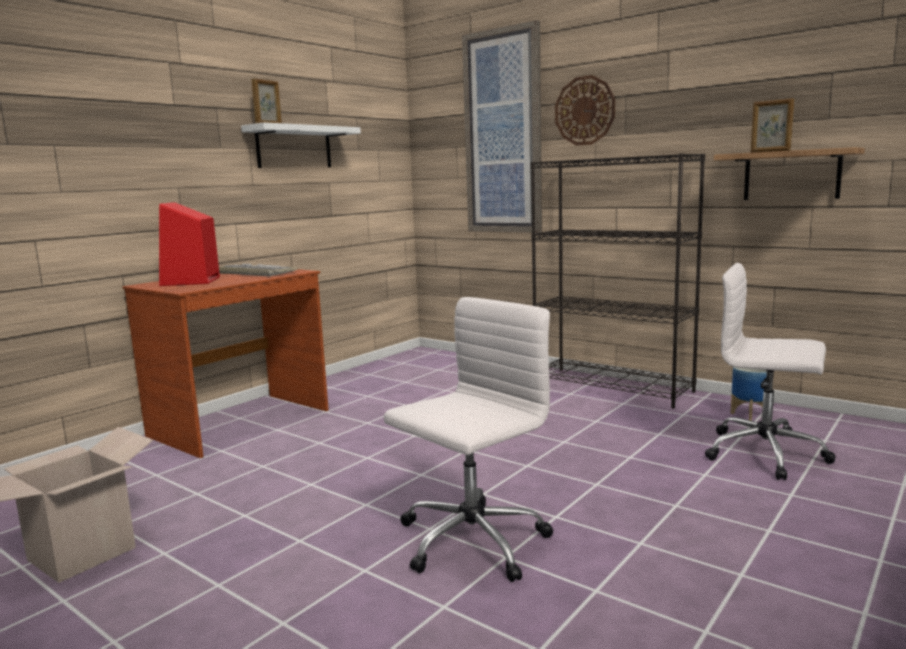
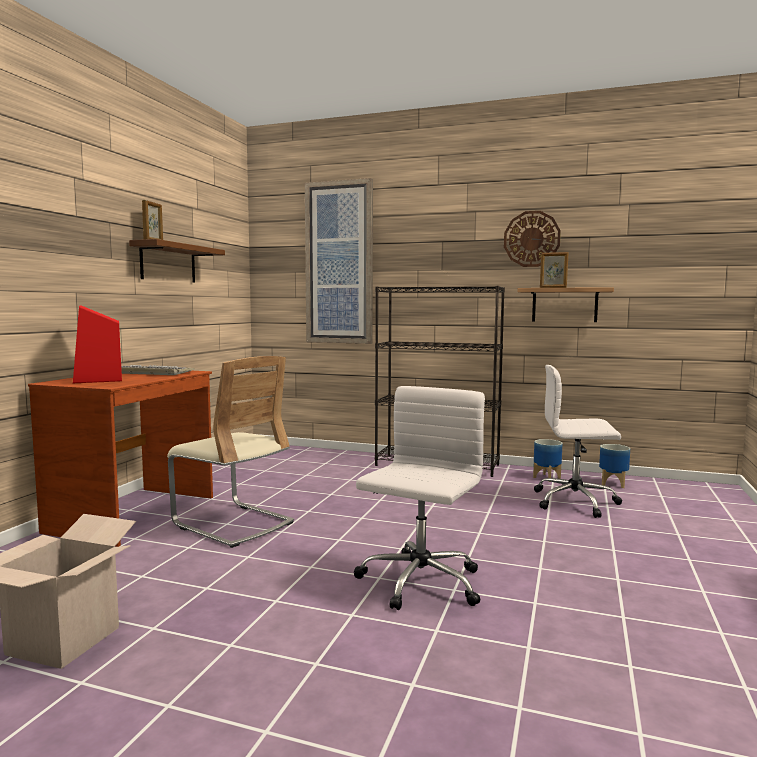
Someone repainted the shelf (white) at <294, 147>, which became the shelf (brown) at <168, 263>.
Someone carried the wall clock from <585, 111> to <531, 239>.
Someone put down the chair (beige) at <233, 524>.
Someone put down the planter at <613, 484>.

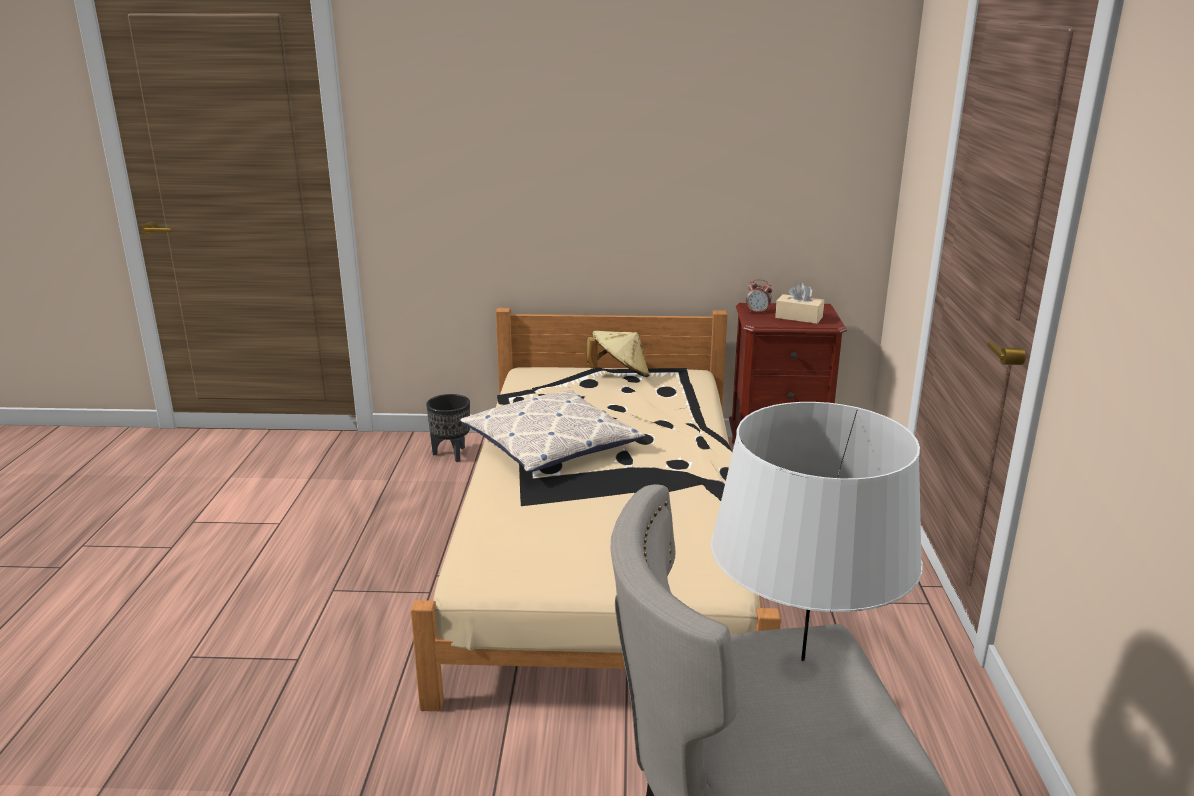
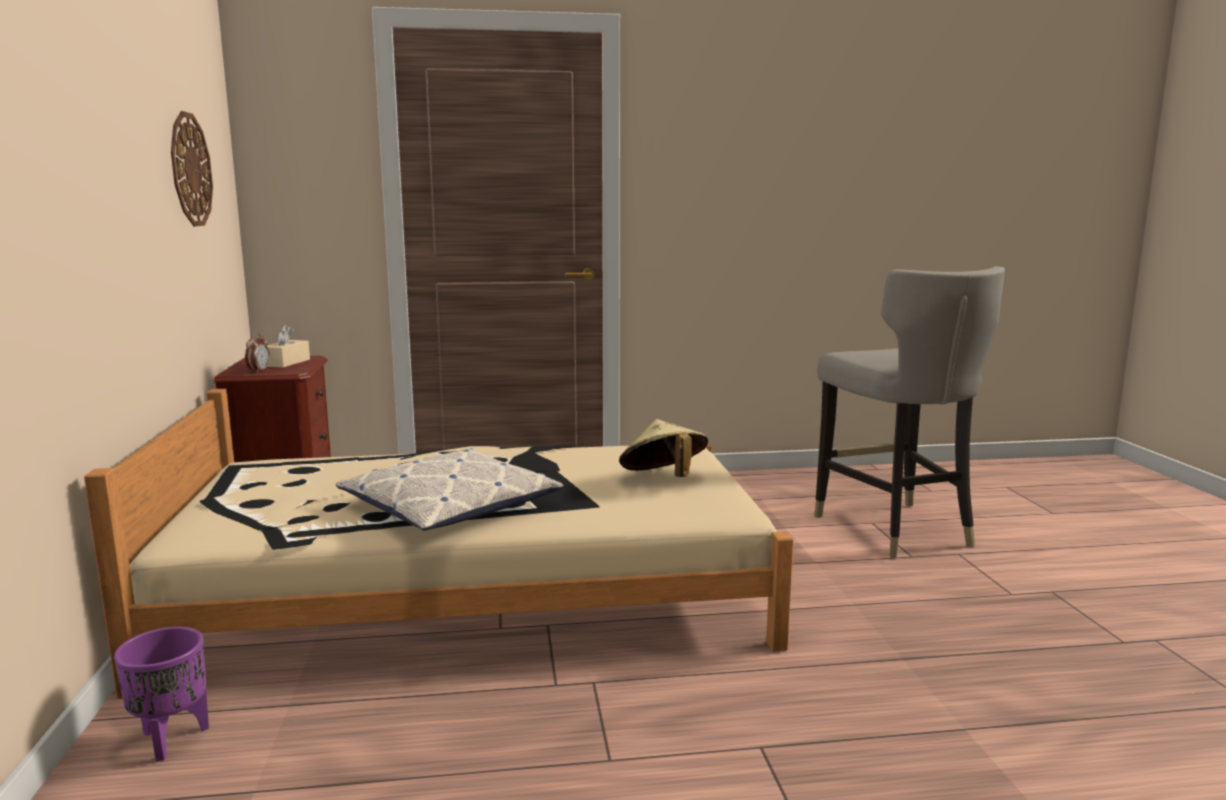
Someone repainted the planter (black) at <451, 454>, which became the planter (purple) at <171, 740>.
Someone carried the hat (beige) from <620, 375> to <663, 479>.
Someone took away the table lamp (grey) at <802, 659>.
Someone put up the wall clock at <190, 170>.

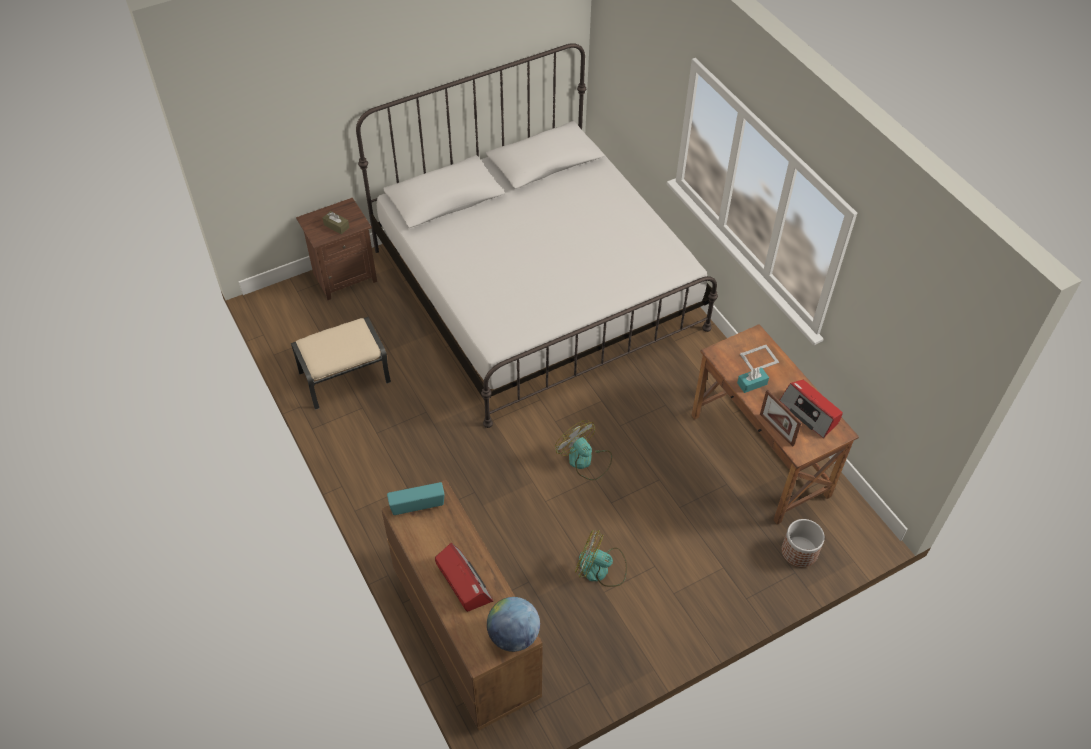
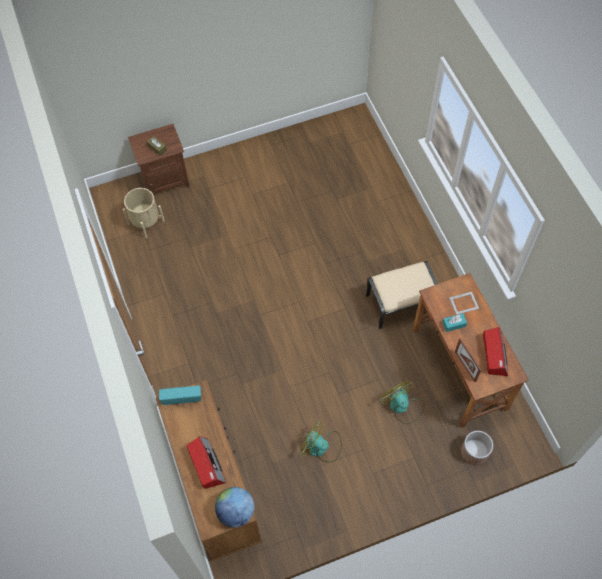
Someone carried the ottoman (beige) from <345, 377> to <401, 303>.
Someone took away the bed (white) at <536, 289>.
Someone carried the fan from <585, 461> to <402, 406>.
Someone rotated the radio at <810, 413> by 150 degrees counterclockwise.
Someone put down the planter (beige) at <146, 222>.

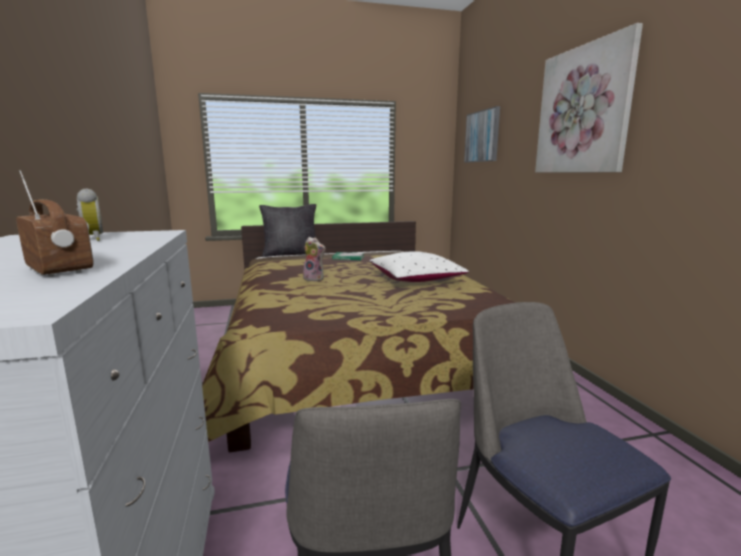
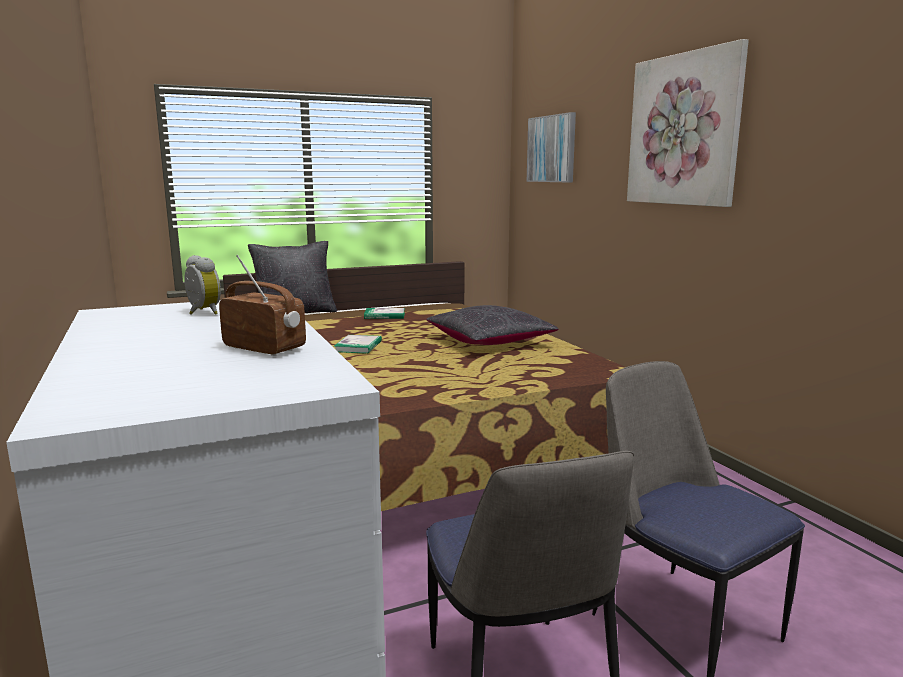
Someone swapped the plush toy at <315, 279> for the book at <358, 346>.
Someone repainted the pillow (white) at <415, 279>, which became the pillow (black) at <489, 341>.

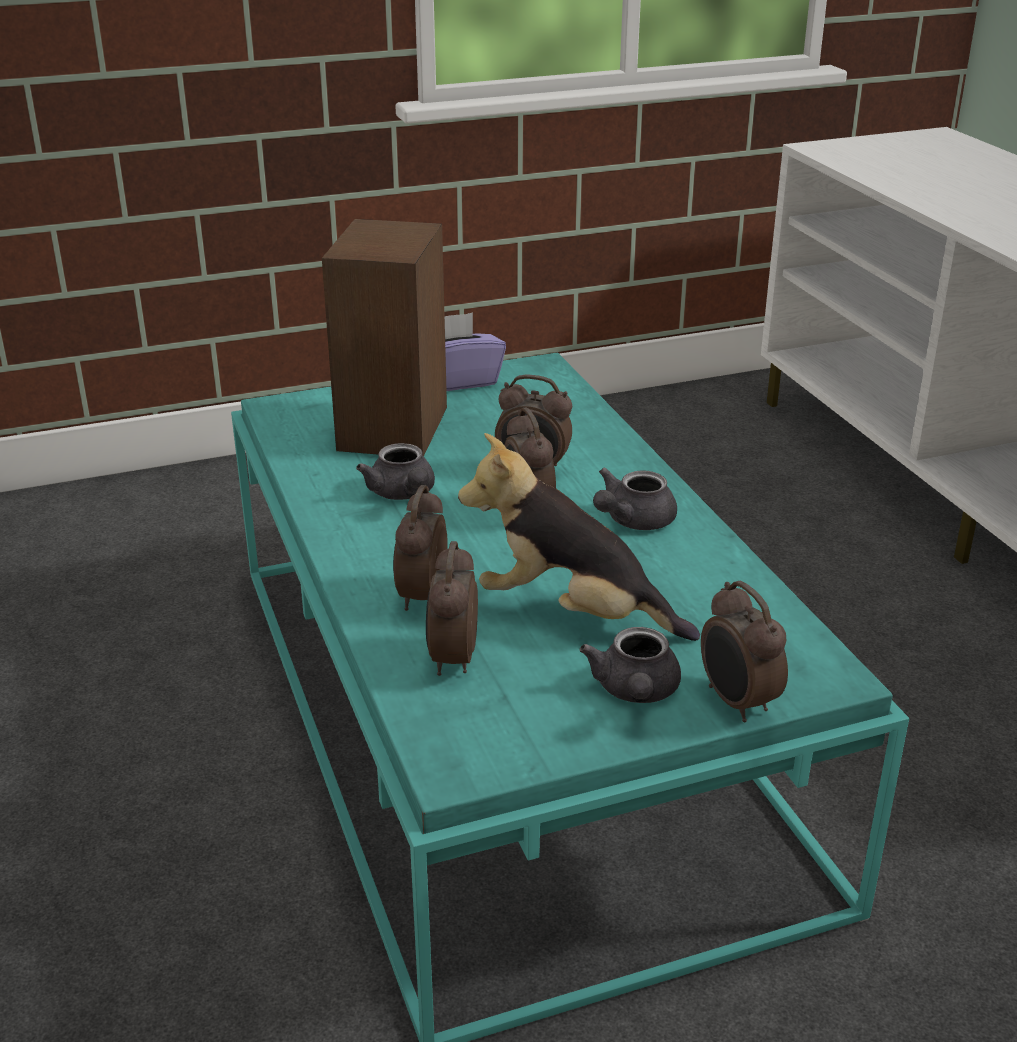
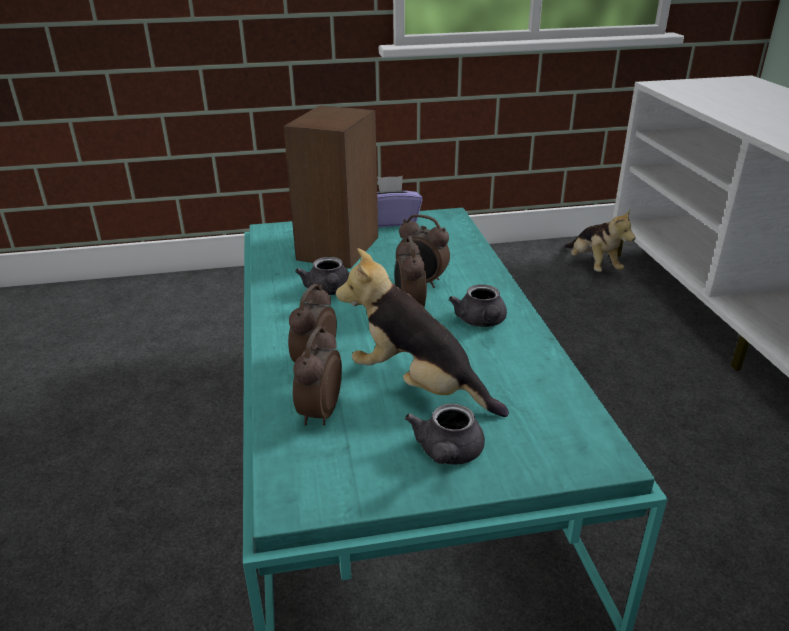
Someone rotated the teapot (grey) at <632, 521> by 60 degrees counterclockwise.
Someone took away the alarm clock at <736, 702>.
Someone put down the plush toy at <593, 266>.

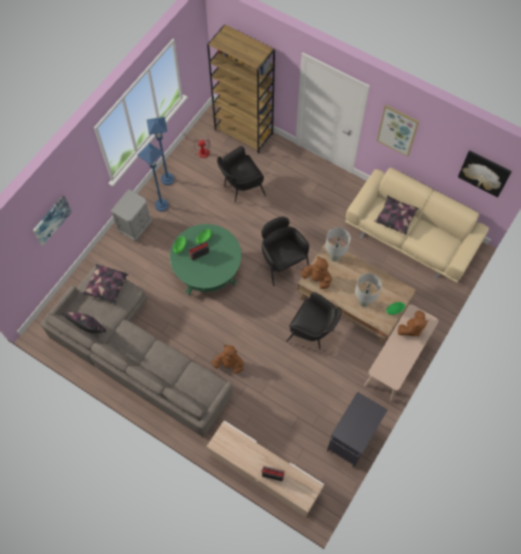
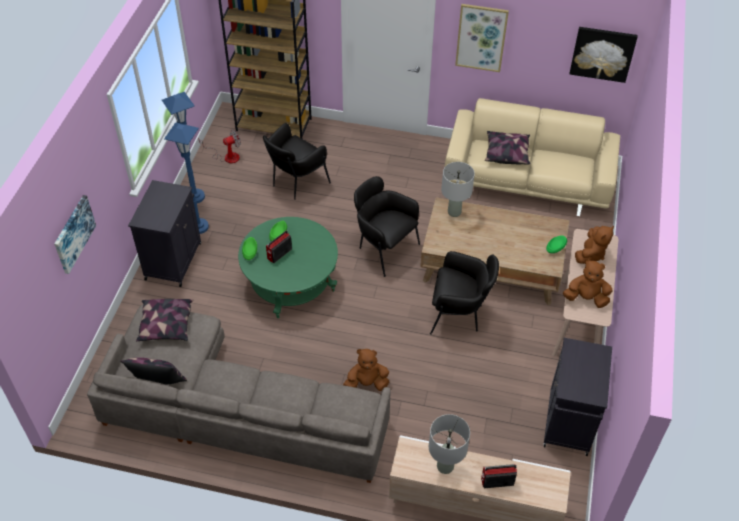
Someone swapped the nightstand (grey) at <136, 227> for the cabinet (black) at <174, 260>.
Someone carried the plush toy (brown) from <317, 279> to <586, 298>.
Someone carried the table lamp (grey) from <363, 302> to <445, 467>.

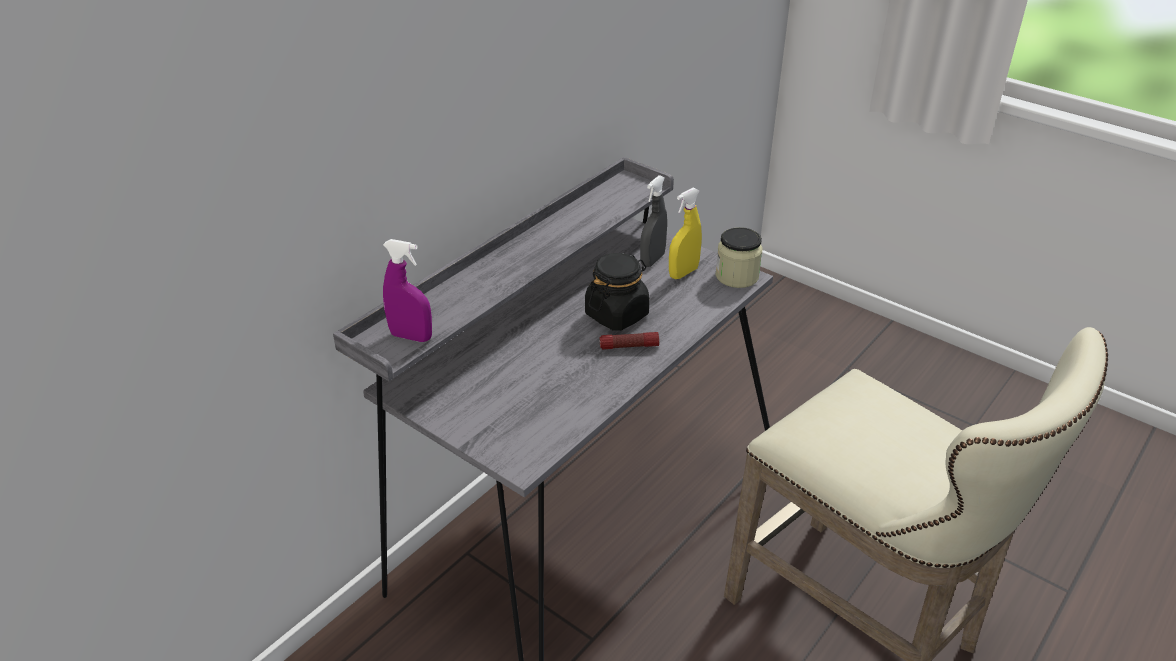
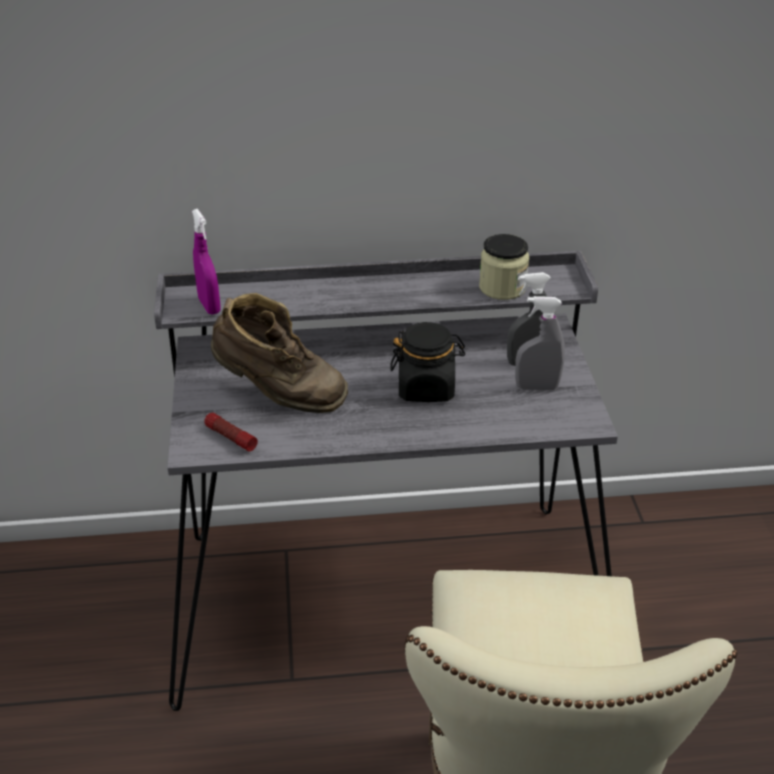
Someone carried the flashlight from <629, 346> to <230, 437>.
Someone repainted the spray bottle (yellow) at <683, 273>, which became the spray bottle (grey) at <536, 387>.
Someone carried the jar from <737, 276> to <502, 288>.
Someone put down the boot (brown) at <279, 395>.

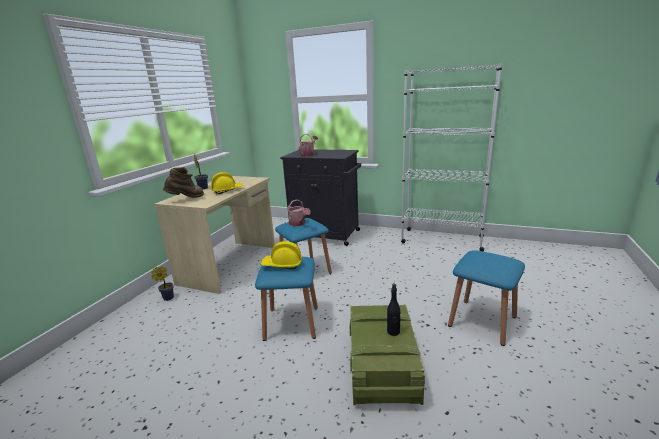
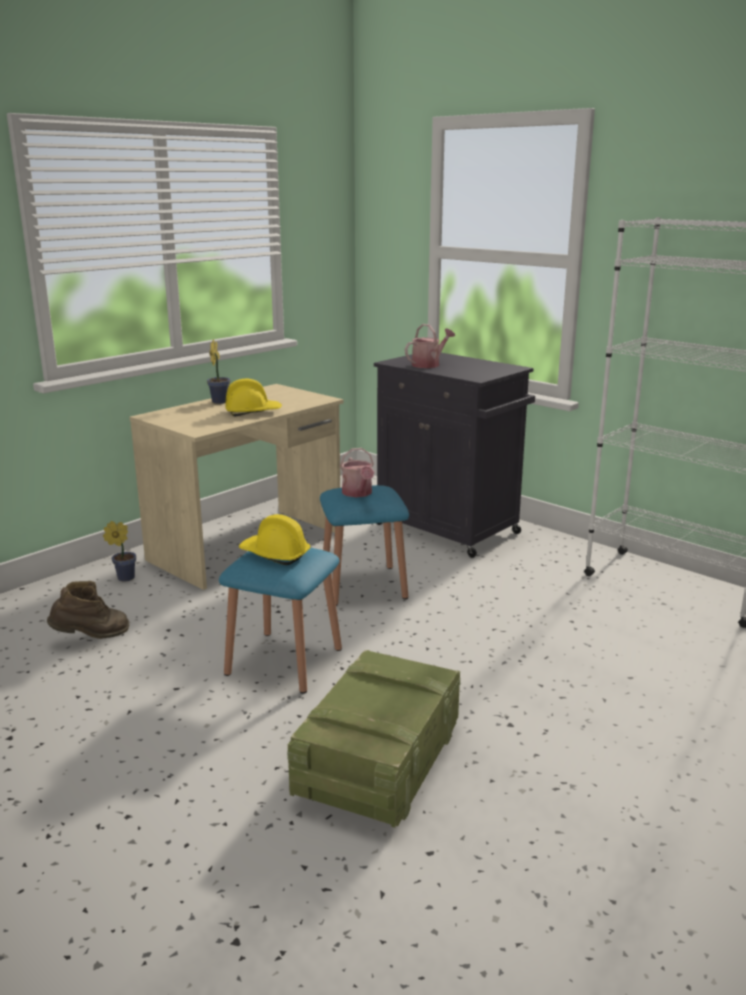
Someone carried the boot (brown) from <186, 199> to <92, 638>.
Someone took away the bottle (black) at <393, 332>.
Someone took away the stool (blue) at <482, 321>.

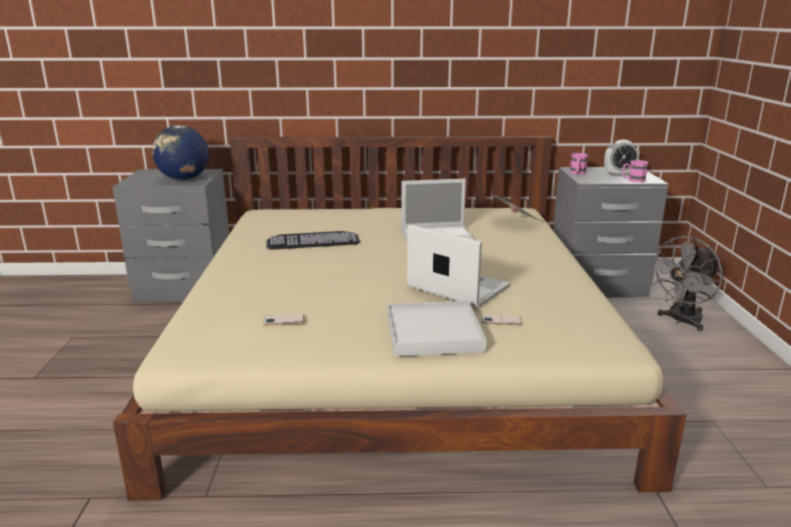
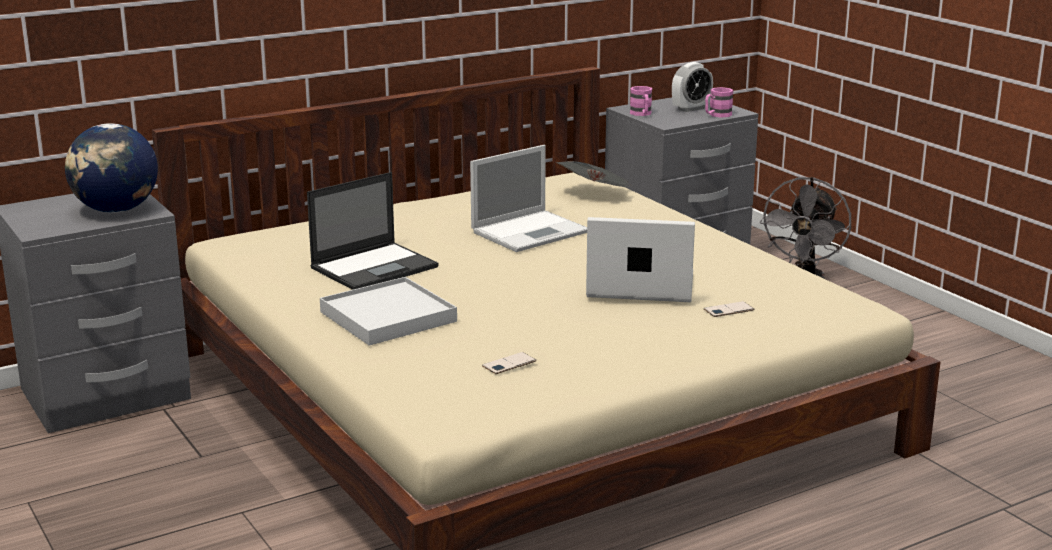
Someone swapped the keyboard at <313, 240> for the laptop at <375, 267>.
Someone carried the tray (white) from <433, 332> to <388, 316>.

